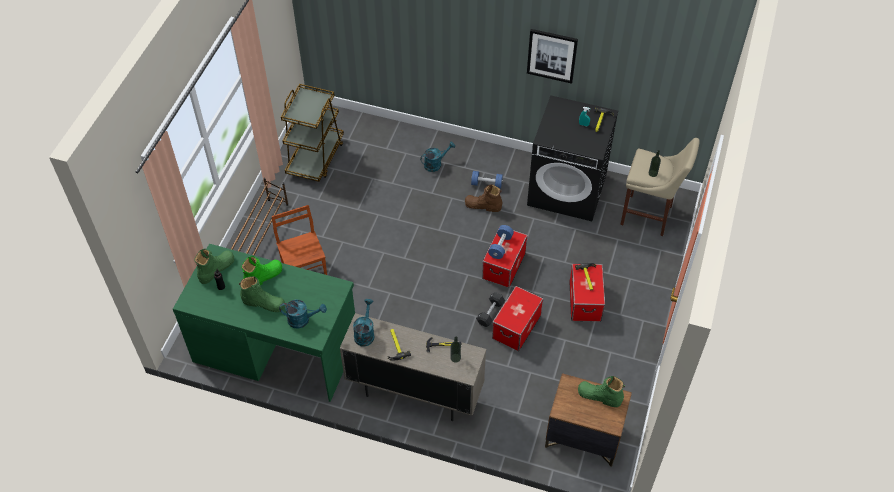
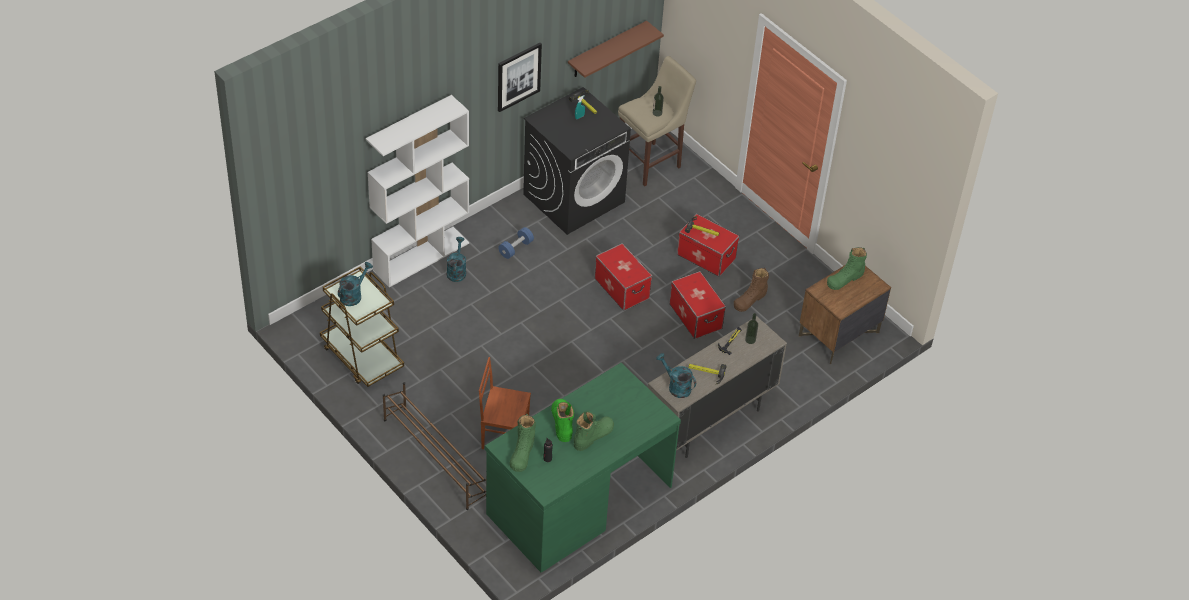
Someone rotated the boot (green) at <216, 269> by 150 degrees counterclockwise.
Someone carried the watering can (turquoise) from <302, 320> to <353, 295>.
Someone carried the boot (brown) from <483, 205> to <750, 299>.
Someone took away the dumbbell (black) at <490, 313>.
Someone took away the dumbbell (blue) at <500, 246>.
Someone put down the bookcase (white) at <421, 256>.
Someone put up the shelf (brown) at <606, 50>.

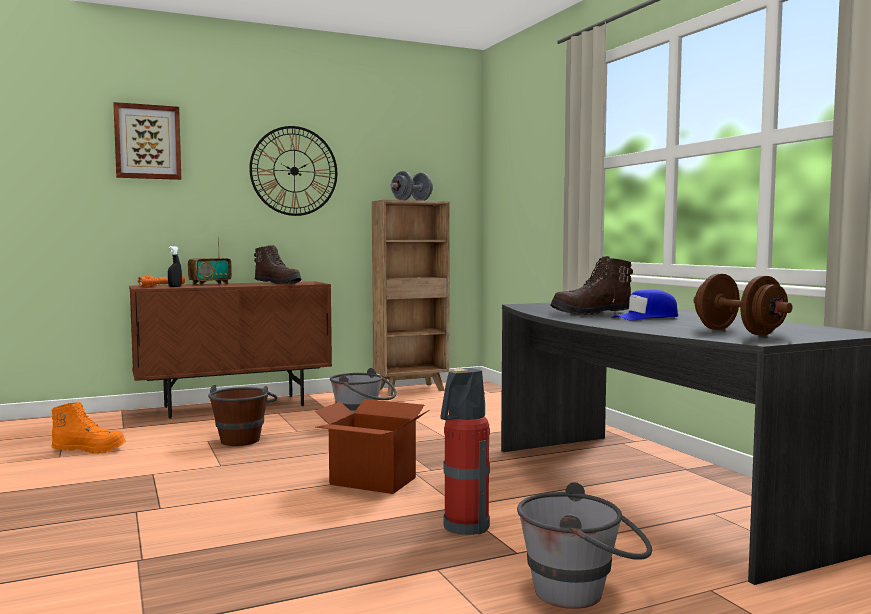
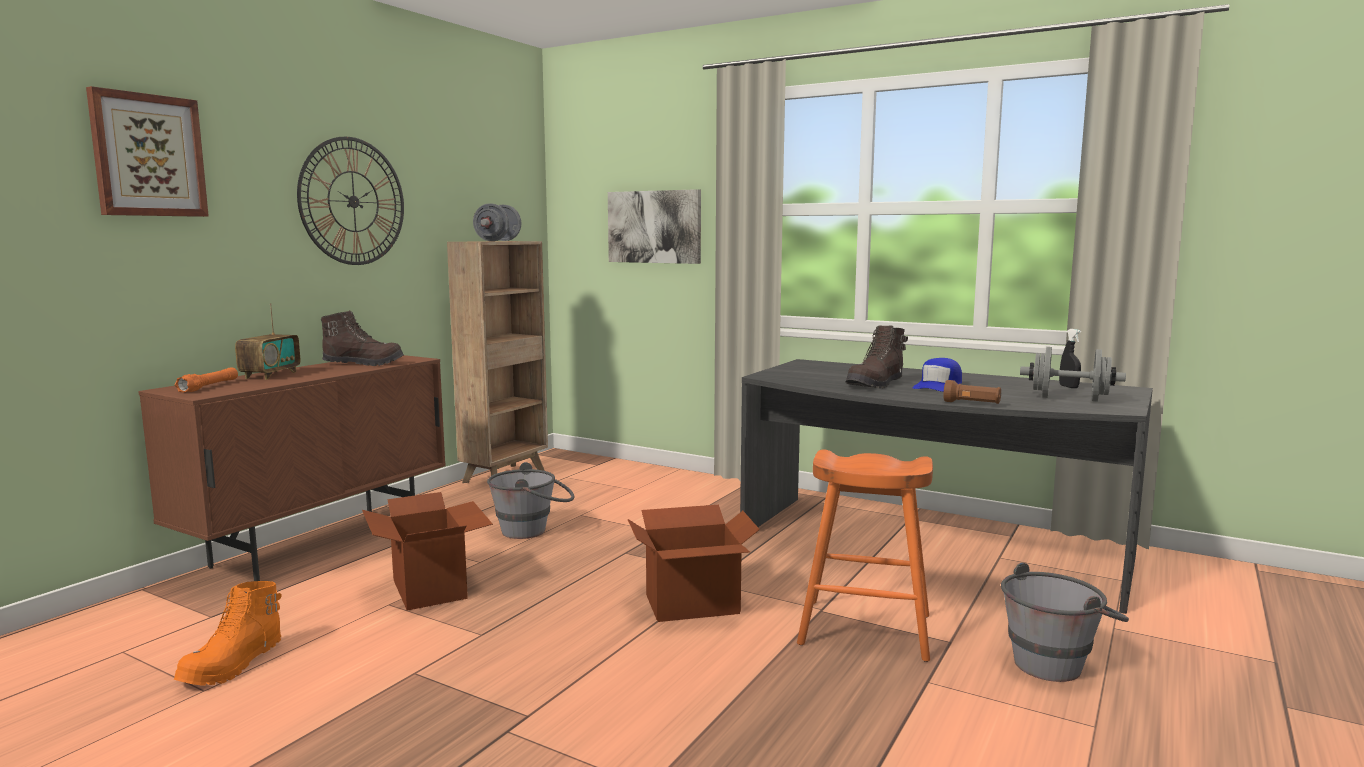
Someone rotated the boot (orange) at <90, 450> by 150 degrees clockwise.
Someone carried the spray bottle (black) from <175, 286> to <1068, 387>.
Someone swapped the bucket (brown) at <243, 438> for the cardboard box at <431, 589>.
Someone swapped the fire extinguisher at <464, 526> for the stool (orange) at <865, 629>.
Someone repainted the dumbbell (brown) at <738, 332>, which became the dumbbell (grey) at <1069, 399>.
Someone put up the picture at <654, 227>.
Someone put down the flashlight (brown) at <972, 404>.

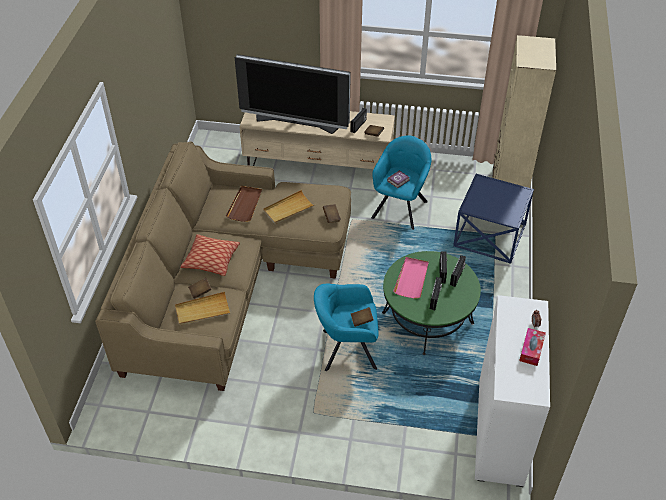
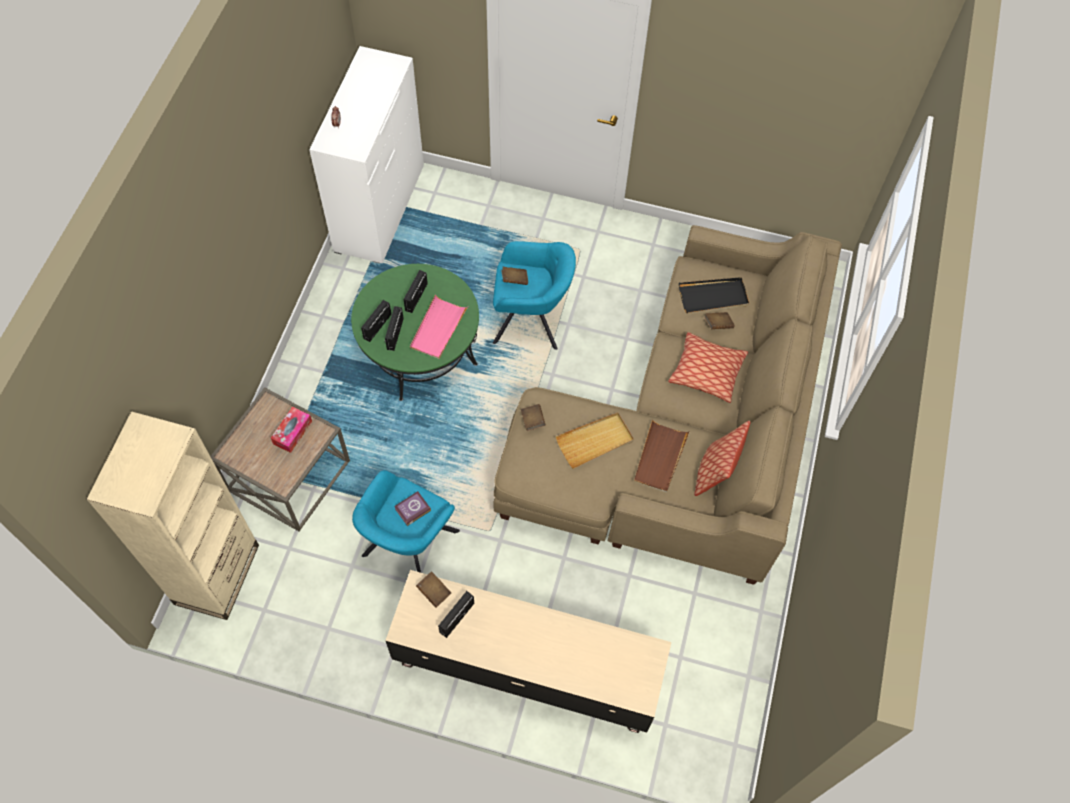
Someone repainted the tray (beige) at <202, 310>, which became the tray (black) at <713, 297>.
Someone took away the television at <296, 123>.
Someone repainted the side table (blue) at <490, 235>, which became the side table (brown) at <288, 474>.
Someone carried the tissue box from <531, 350> to <292, 432>.
Someone put down the pillow at <715, 472>.

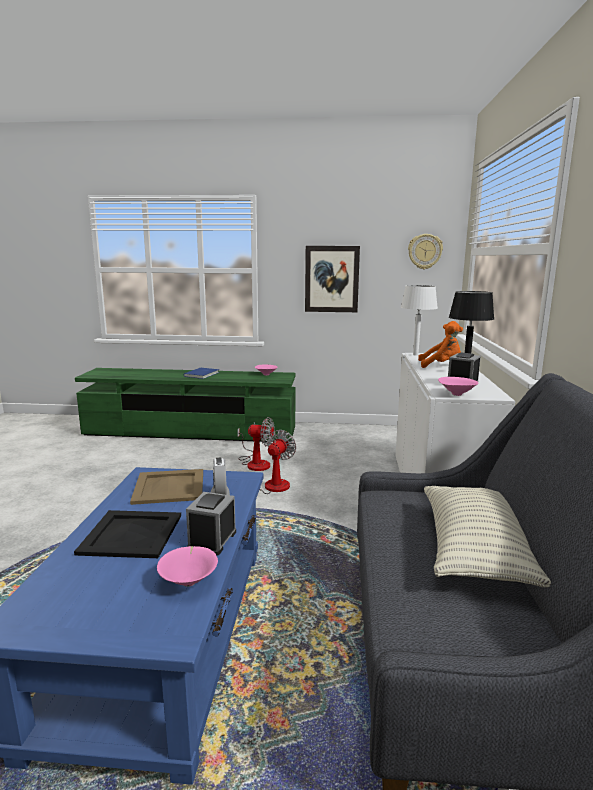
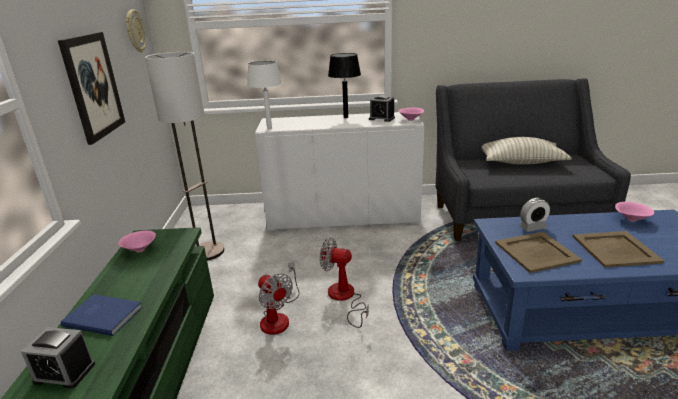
Someone repainted the tray (black) at <130, 534>, which became the tray (beige) at <616, 249>.
Someone carried the alarm clock from <212, 540> to <64, 373>.
Someone rotated the fan at <255, 463> by 135 degrees clockwise.
Someone took away the plush toy (orange) at <441, 365>.
Someone put down the floor lamp at <208, 252>.

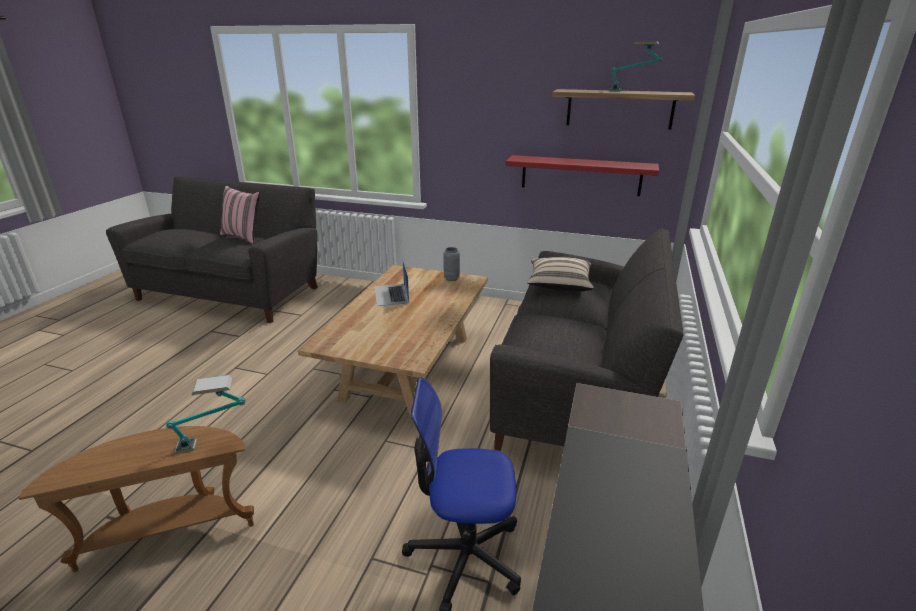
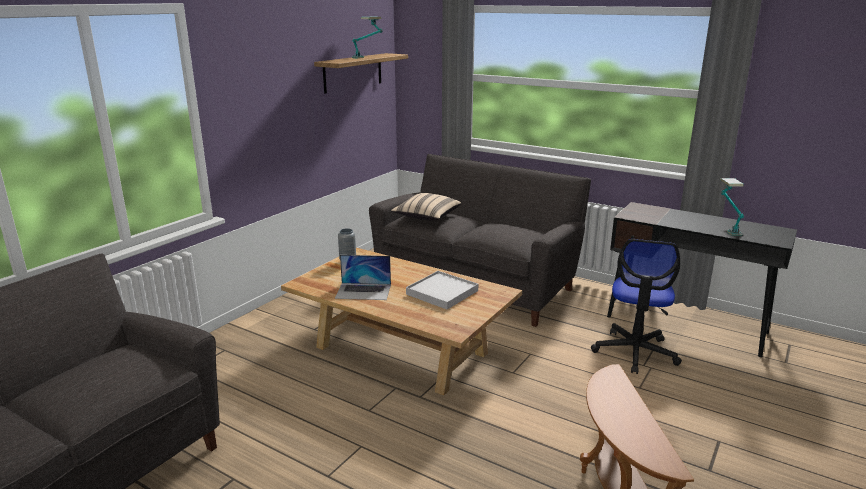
Someone carried the table lamp from <214, 442> to <726, 227>.
Someone took away the pillow (pink) at <244, 236>.
Someone took away the shelf (red) at <580, 175>.
Someone put down the tray (white) at <442, 292>.

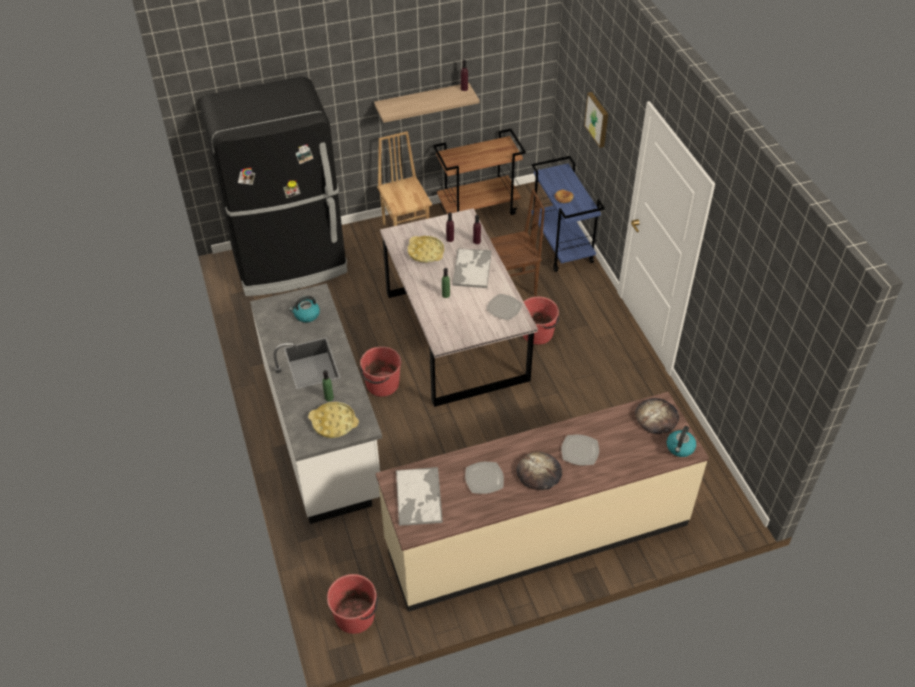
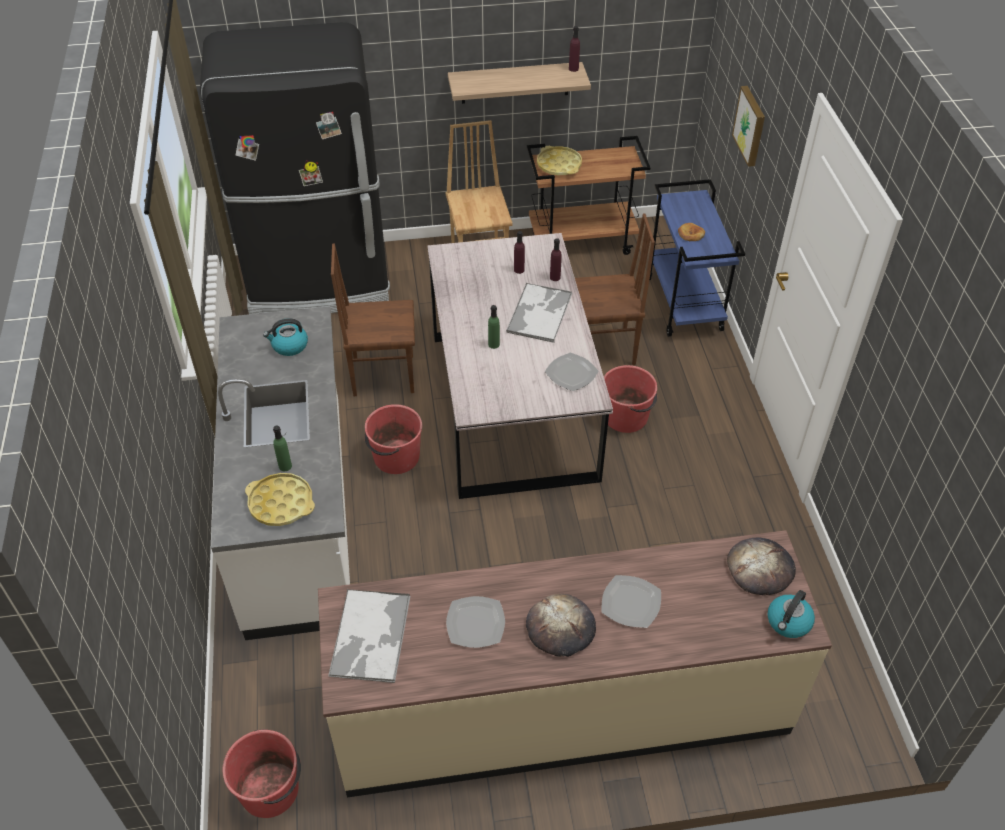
Someone carried the tray (yellow) from <426, 252> to <559, 165>.
Someone put down the chair (brown) at <382, 375>.

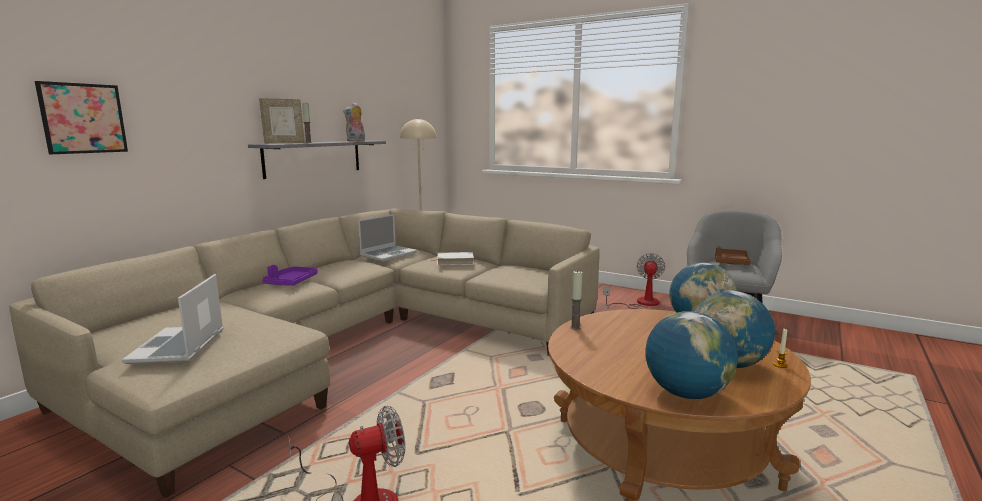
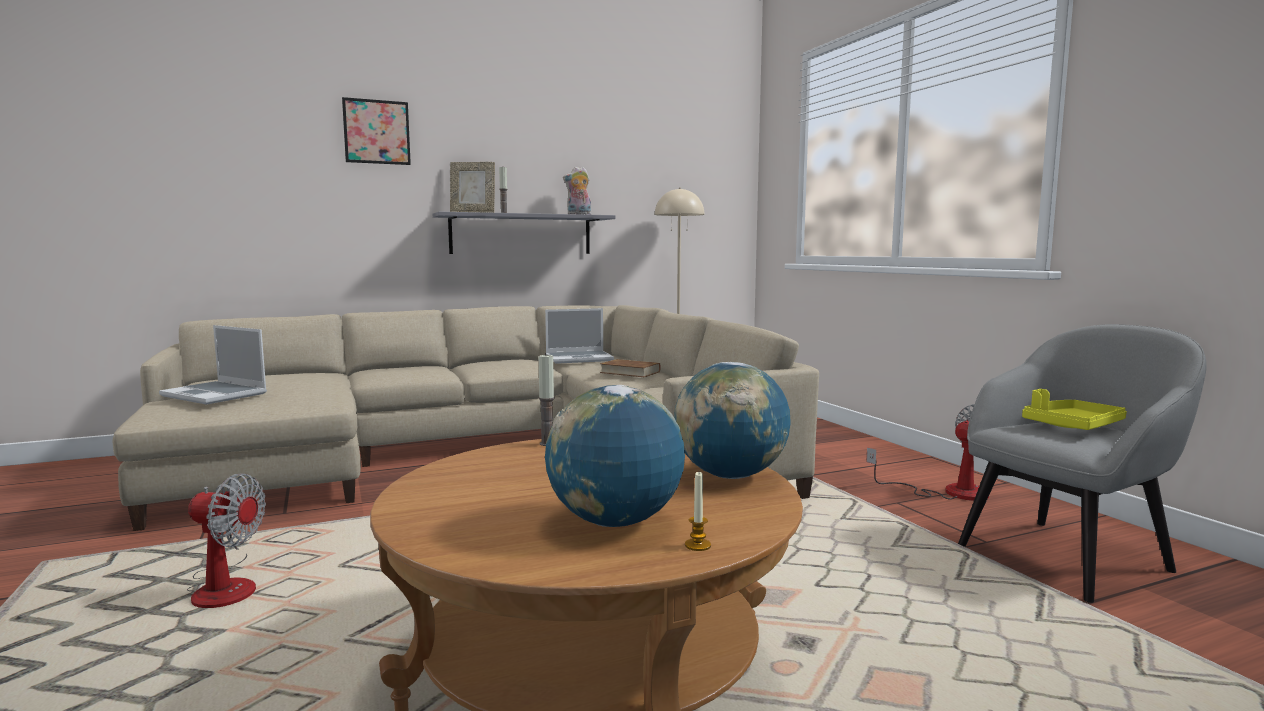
Someone carried the picture from <83, 118> to <376, 132>.
Someone rotated the laptop at <178, 347> by 90 degrees counterclockwise.
Someone took away the tray (purple) at <291, 282>.
Someone repainted the book (white) at <455, 261>, which became the book (brown) at <630, 372>.
Someone took away the globe at <686, 394>.
Someone repainted the tray (brown) at <731, 262>, which became the tray (yellow) at <1072, 426>.

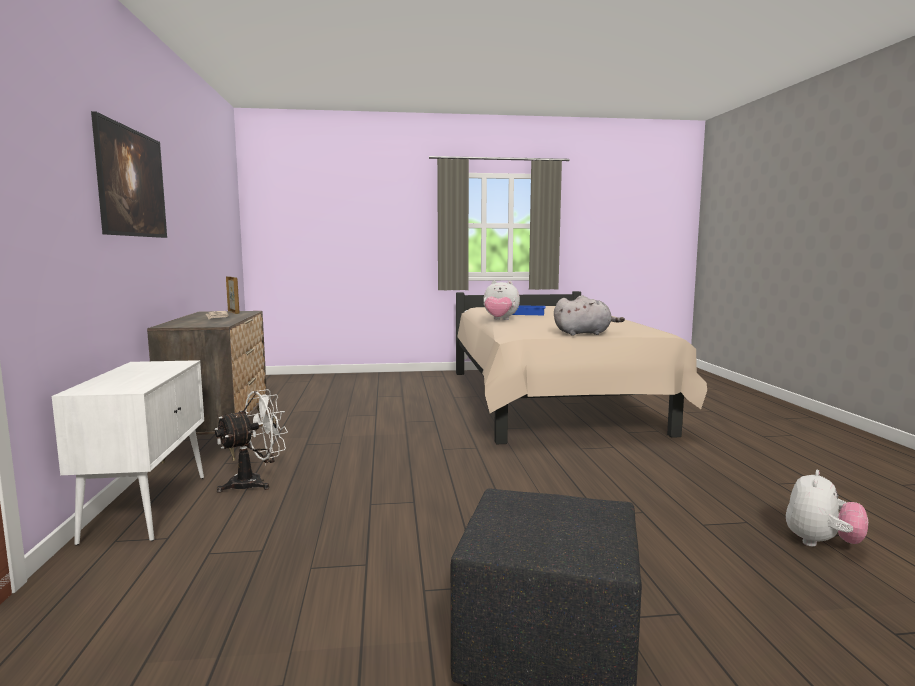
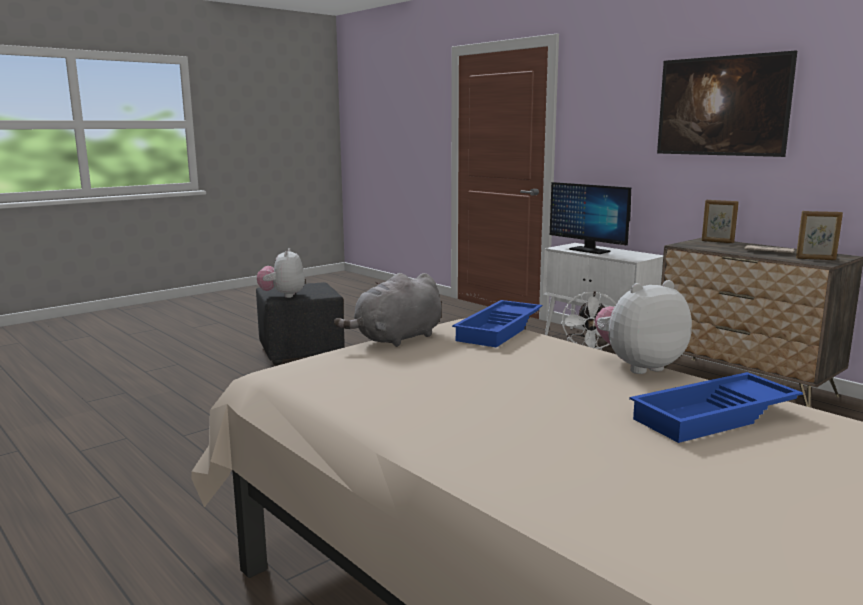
Someone carried the plush toy from <821, 543> to <283, 295>.
Someone put down the tray (blue) at <500, 330>.
Someone put down the monitor at <589, 250>.
Someone put down the picture frame at <717, 242>.

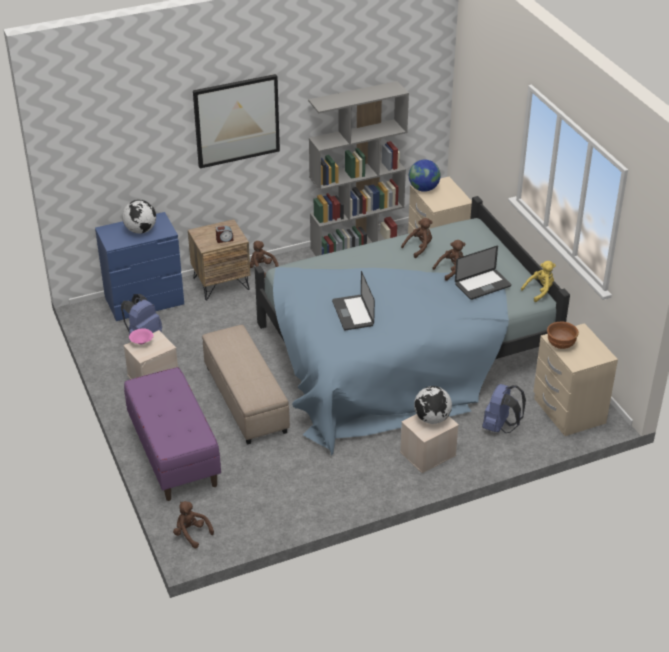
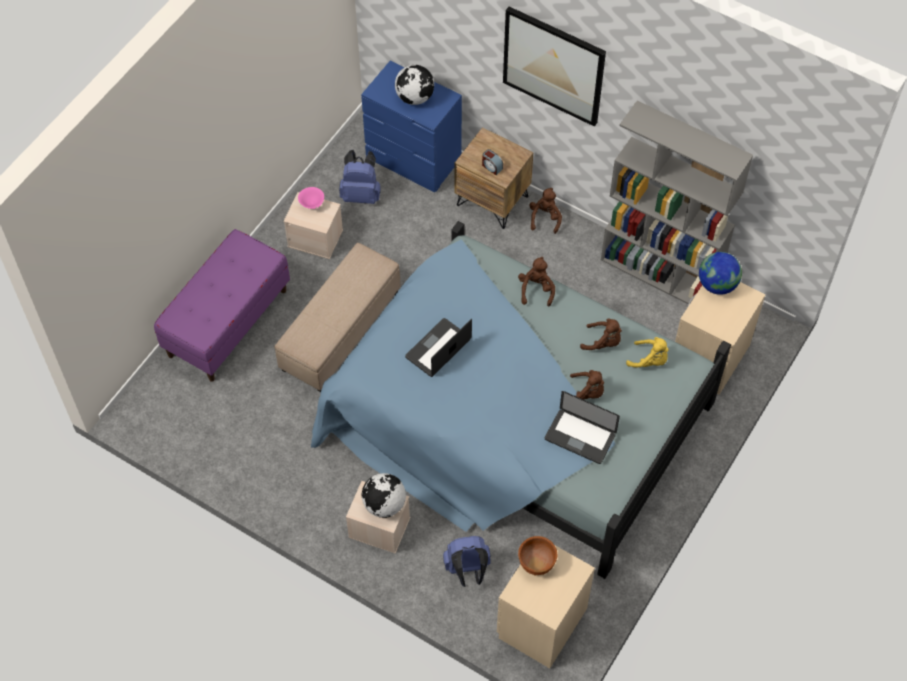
Someone carried the plush toy (brown) from <191, 534> to <536, 289>.
Someone carried the plush toy (yellow) from <540, 291> to <649, 360>.

